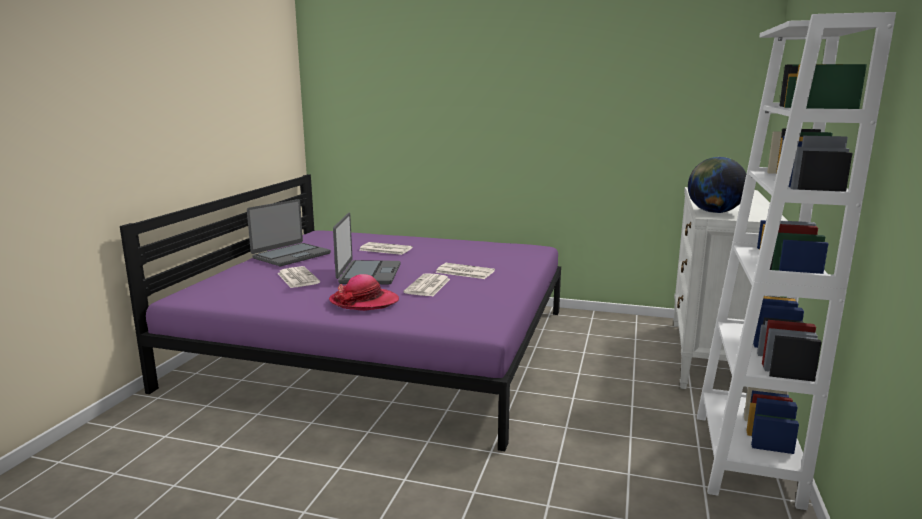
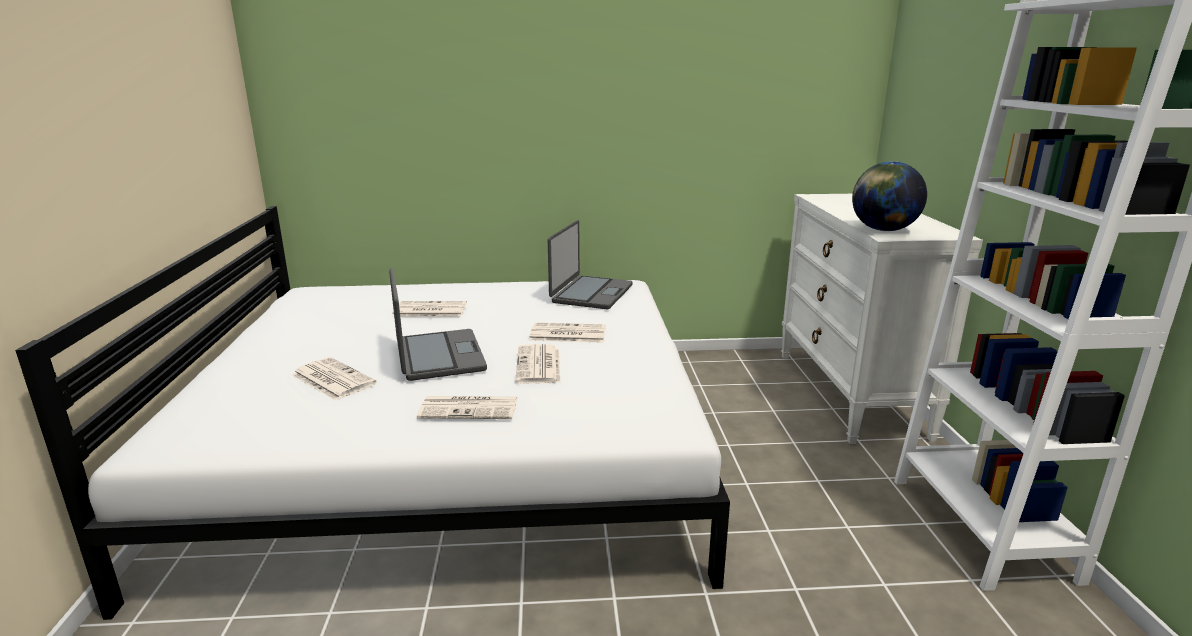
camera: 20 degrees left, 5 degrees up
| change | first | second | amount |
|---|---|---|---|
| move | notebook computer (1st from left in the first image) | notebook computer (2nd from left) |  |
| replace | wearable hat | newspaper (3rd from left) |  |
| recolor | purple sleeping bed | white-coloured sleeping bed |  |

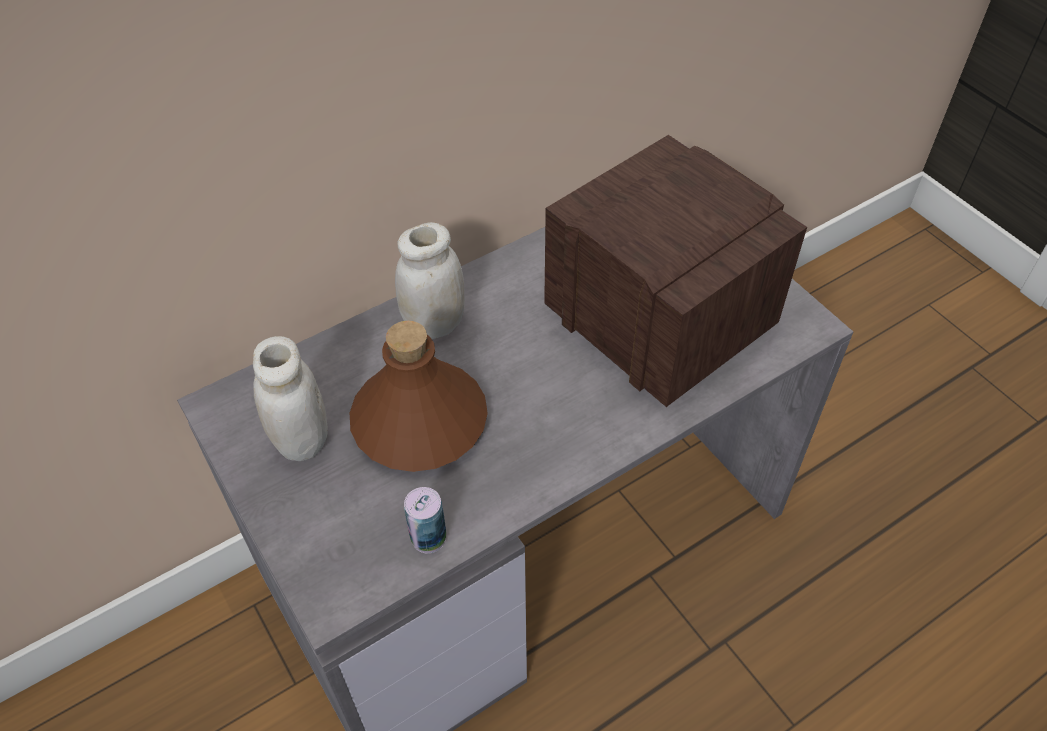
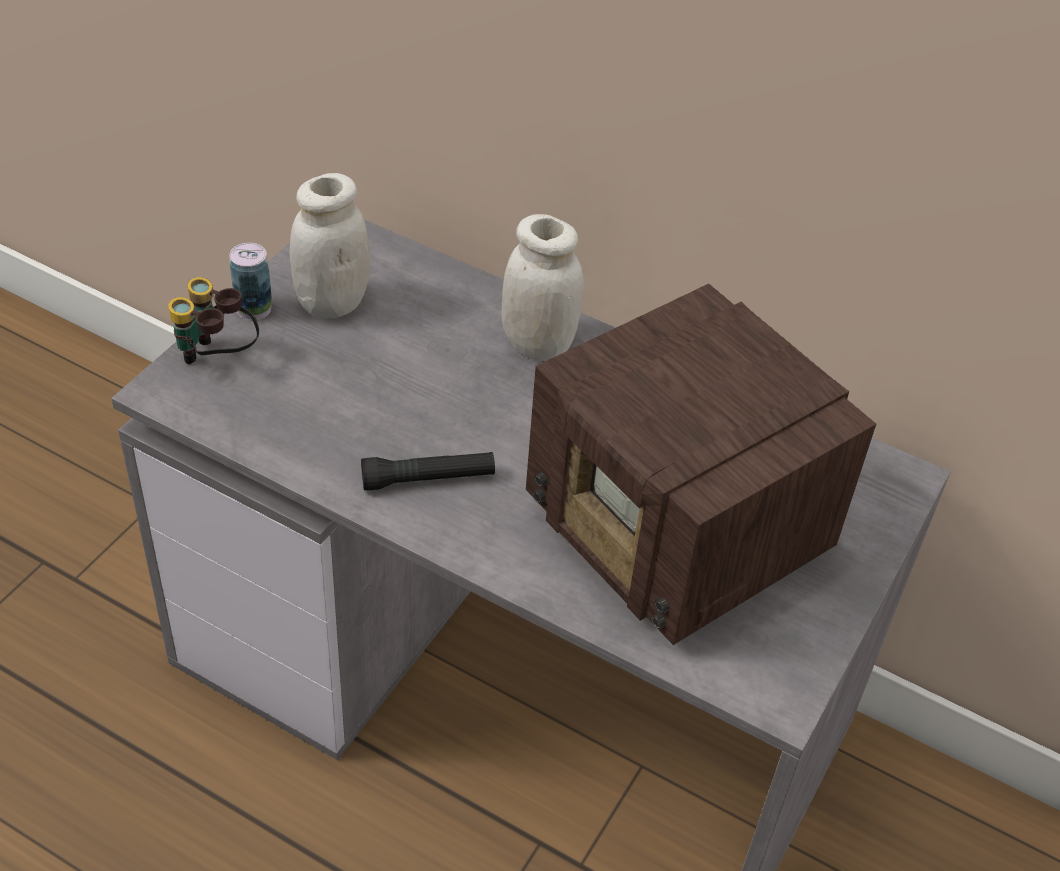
camera: 60 degrees right, 5 degrees down
| change | first | second | amount |
|---|---|---|---|
| delete | brown bottle |  |  |
| insert |  | pair of binoculars |  |
| insert |  | black-coloured torch |  |
| move | can |  |  |
| rotate | radio receiver |  | 120 degrees clockwise |

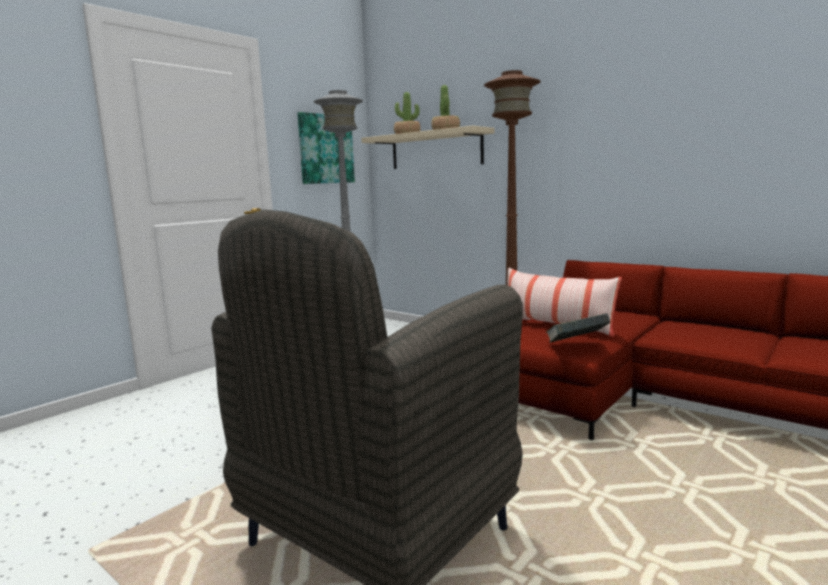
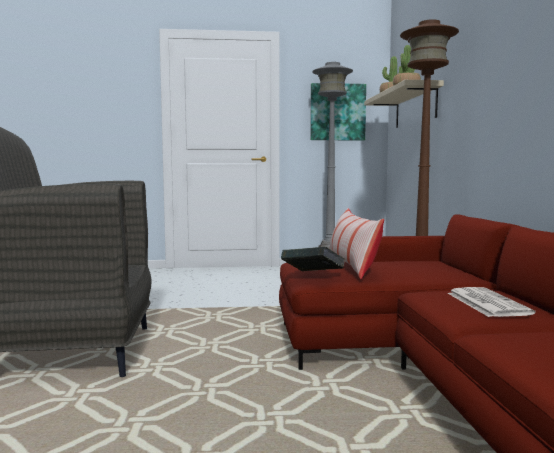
camera: 45 degrees right, 5 degrees down
| change | first | second | amount |
|---|---|---|---|
| insert |  | newspaper |  |

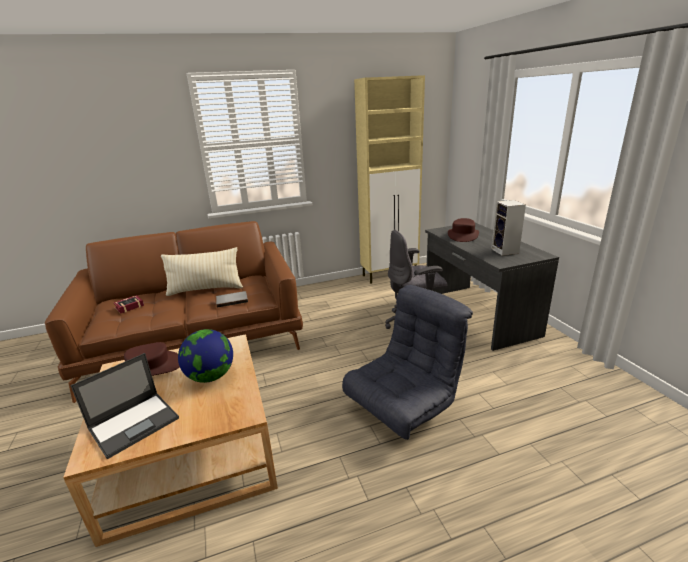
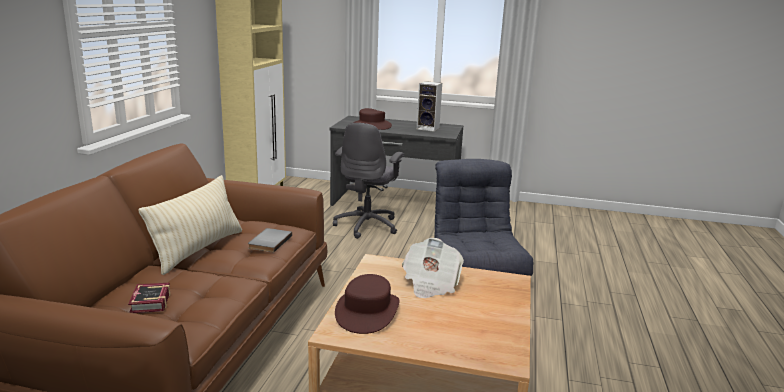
camera: 60 degrees left, 5 degrees down
| change | first | second | amount |
|---|---|---|---|
| delete | notebook computer |  |  |
| replace | desk globe | newspaper |  |

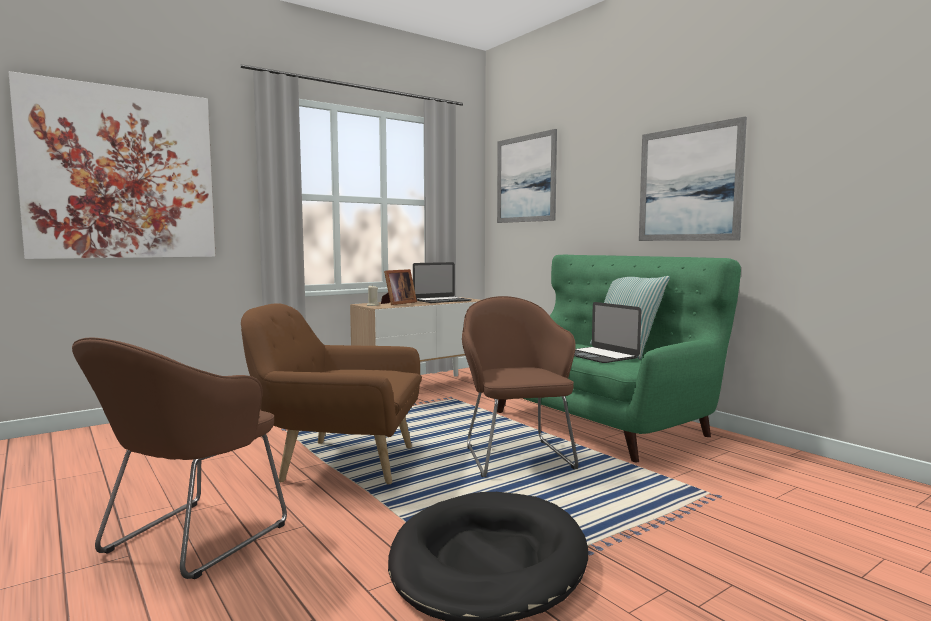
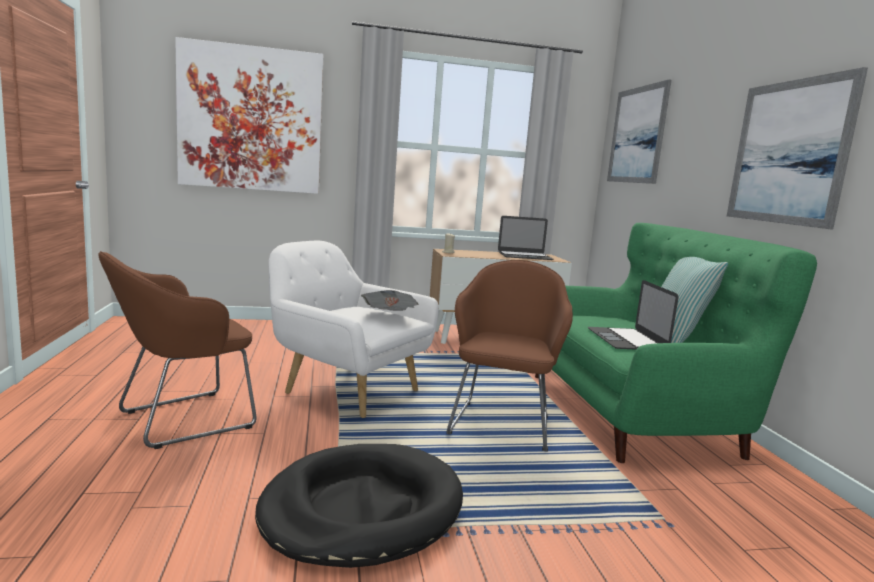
camera: 25 degrees right, 5 degrees up
| change | first | second | amount |
|---|---|---|---|
| delete | standing frame |  |  |
| insert |  | newspaper |  |
| recolor | brown armchair (2nd from left) | white-coloured armchair |  |

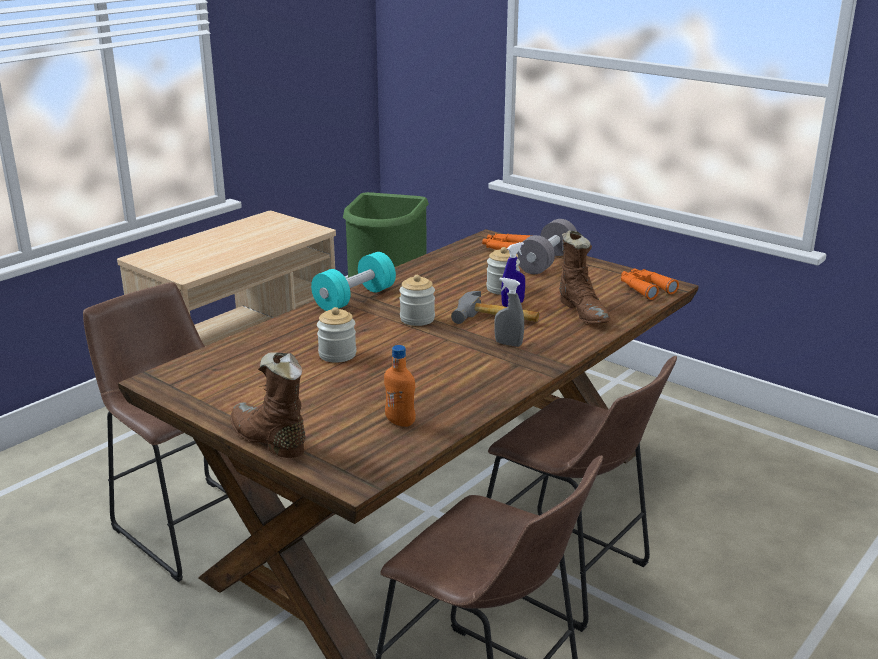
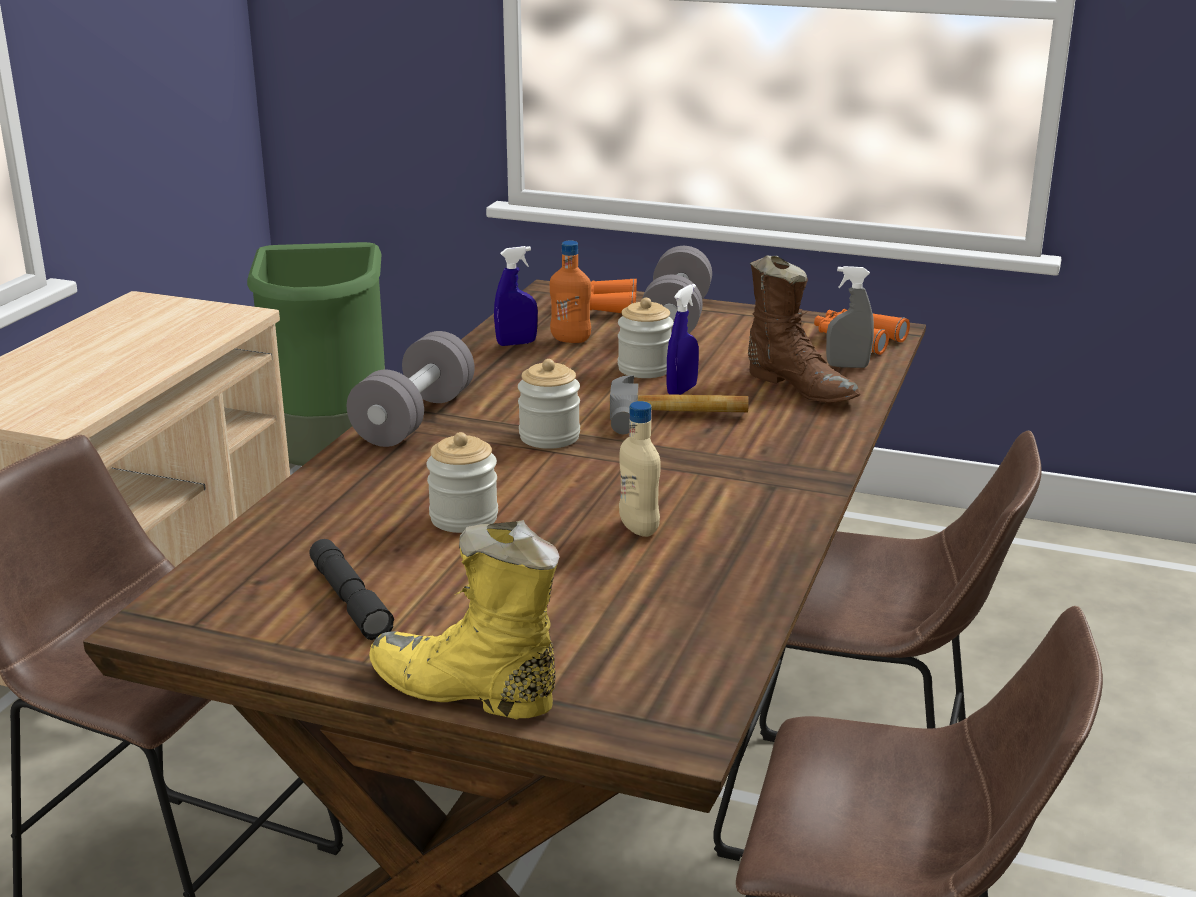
camera: 20 degrees left, 0 degrees up
| change | first | second | amount |
|---|---|---|---|
| insert |  | gray torch |  |
| insert |  | blue-coloured spray bottle (1st from left) |  |
| insert |  | beige-coloured bottle |  |
| move | orange-coloured bottle |  |  |
| move | gray spray bottle |  |  |
| recolor | brown tall boot (1st from left) | yellowish tall boot |  |
| recolor | blue-green free weight | gray free weight (1st from left) |  |

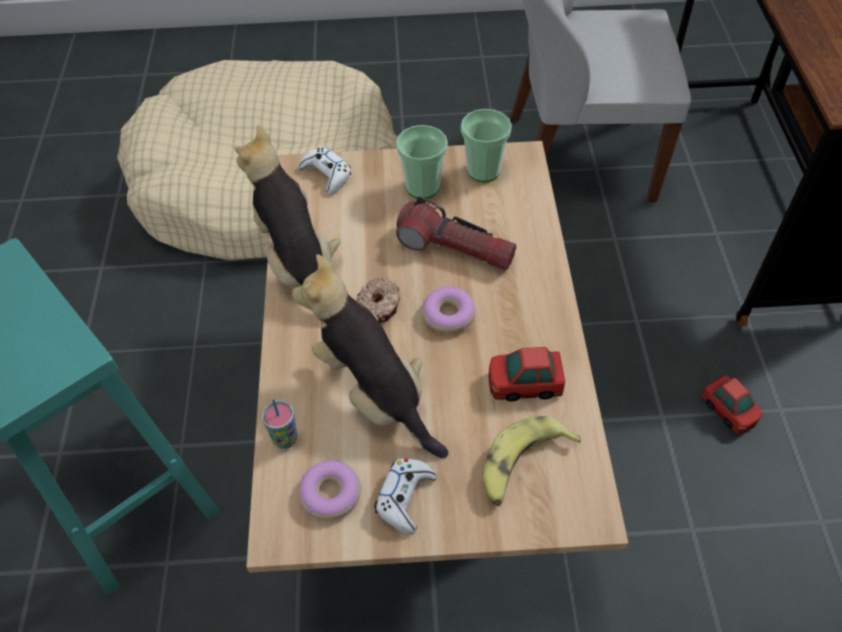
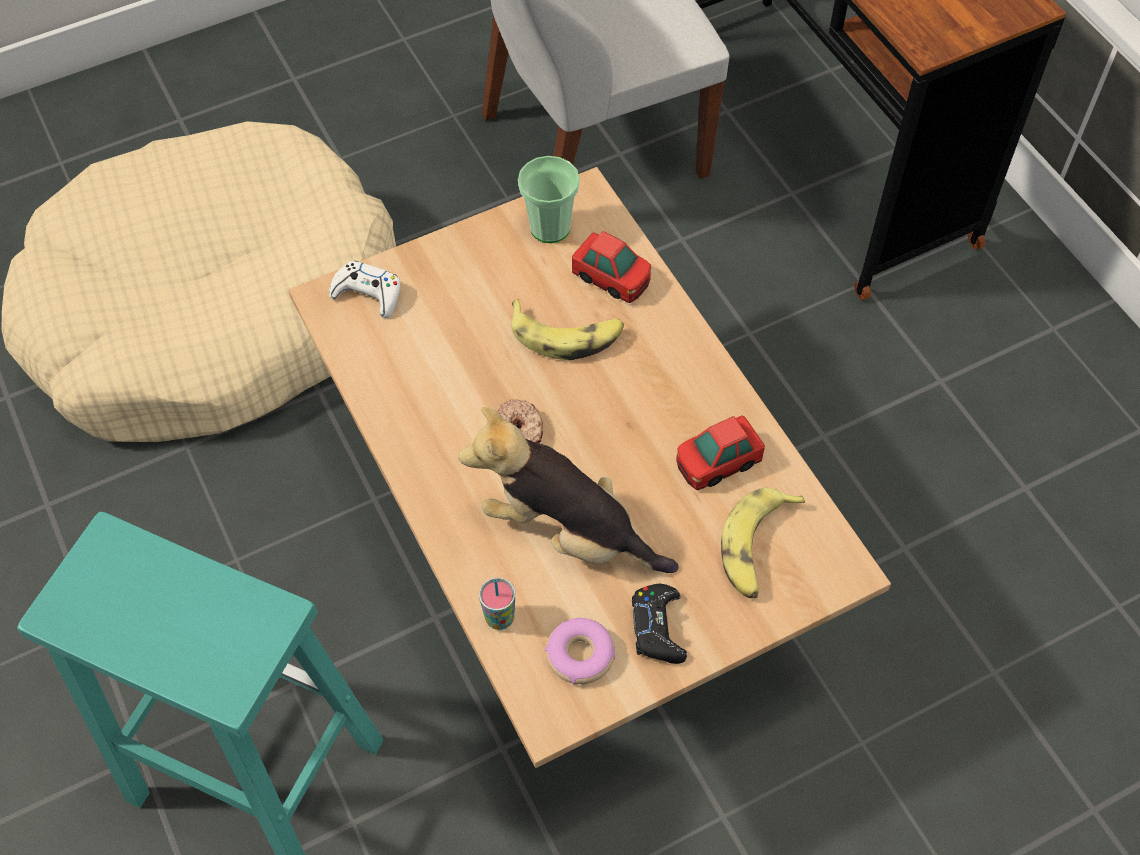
camera: 25 degrees left, 5 degrees up
| change | first | second | amount |
|---|---|---|---|
| delete | plush toy (1st from left) |  |  |
| delete | cup (2nd from left) |  |  |
| delete | donut (3rd from left) |  |  |
| move | toy car (2nd from left in the first image) | toy car (1st from left) |  |
| replace | torch | banana (1st from left) |  |
| recolor | white-coloured gamepad (2nd from left) | black-coloured gamepad |  |

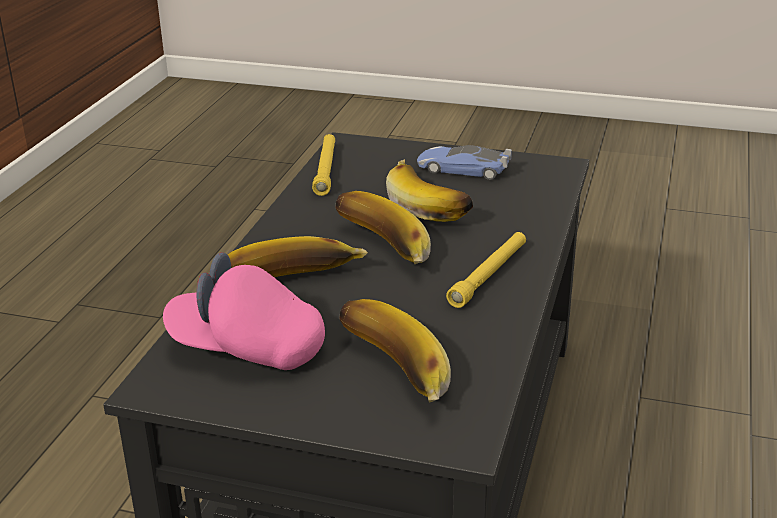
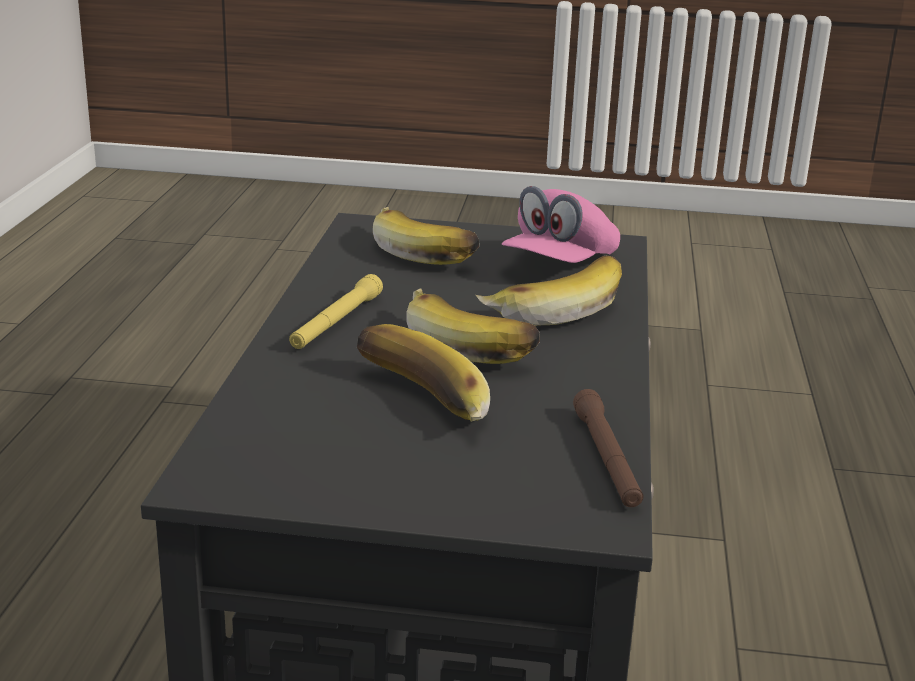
camera: 170 degrees right, 5 degrees down
| change | first | second | amount |
|---|---|---|---|
| delete | toy car |  |  |
| recolor | yellowish torch (1st from left) | brown torch |  |
| rotate | pink-coloured baseball cap |  | 120 degrees clockwise |

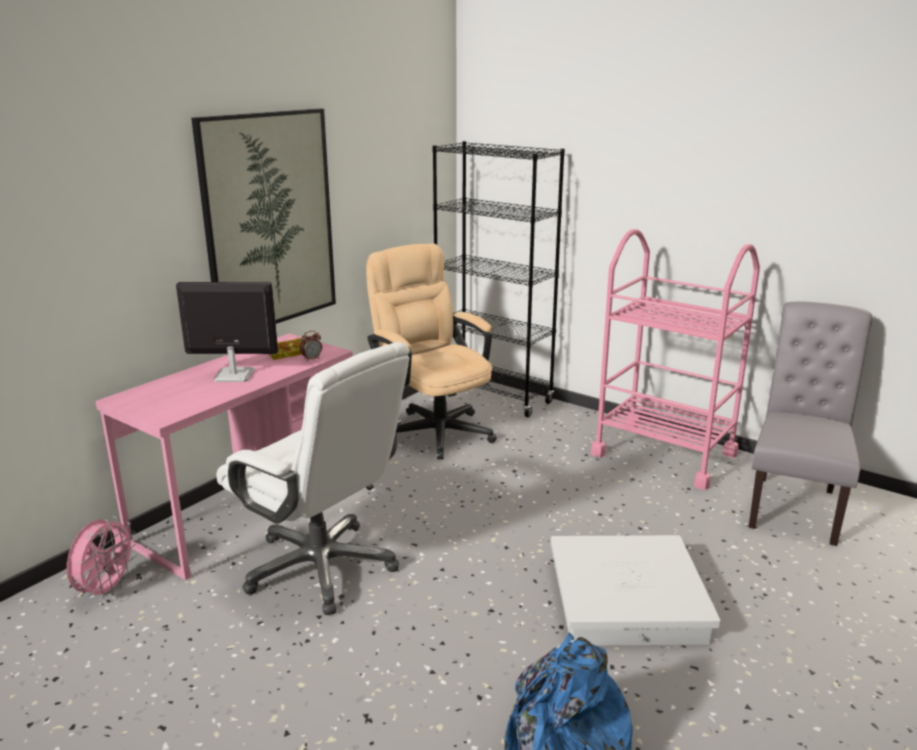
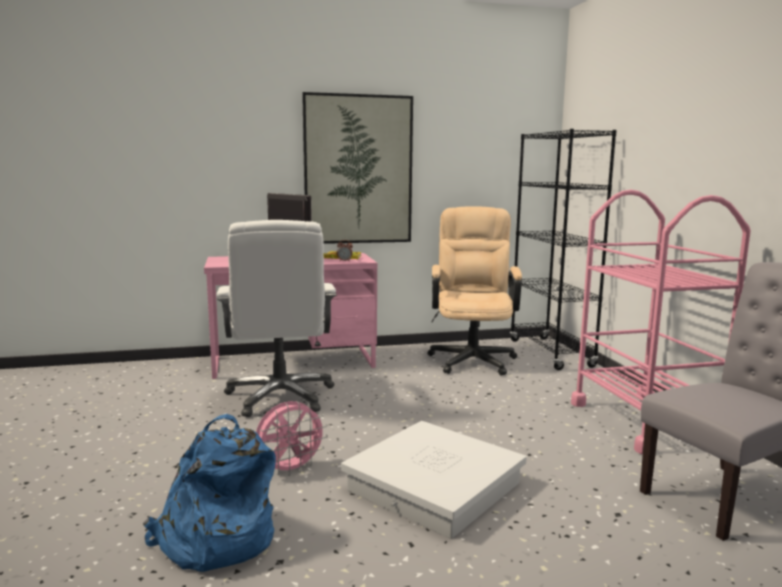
camera: 40 degrees right, 10 degrees down
| change | first | second | amount |
|---|---|---|---|
| move | pink-coloured cooling fan |  |  |

